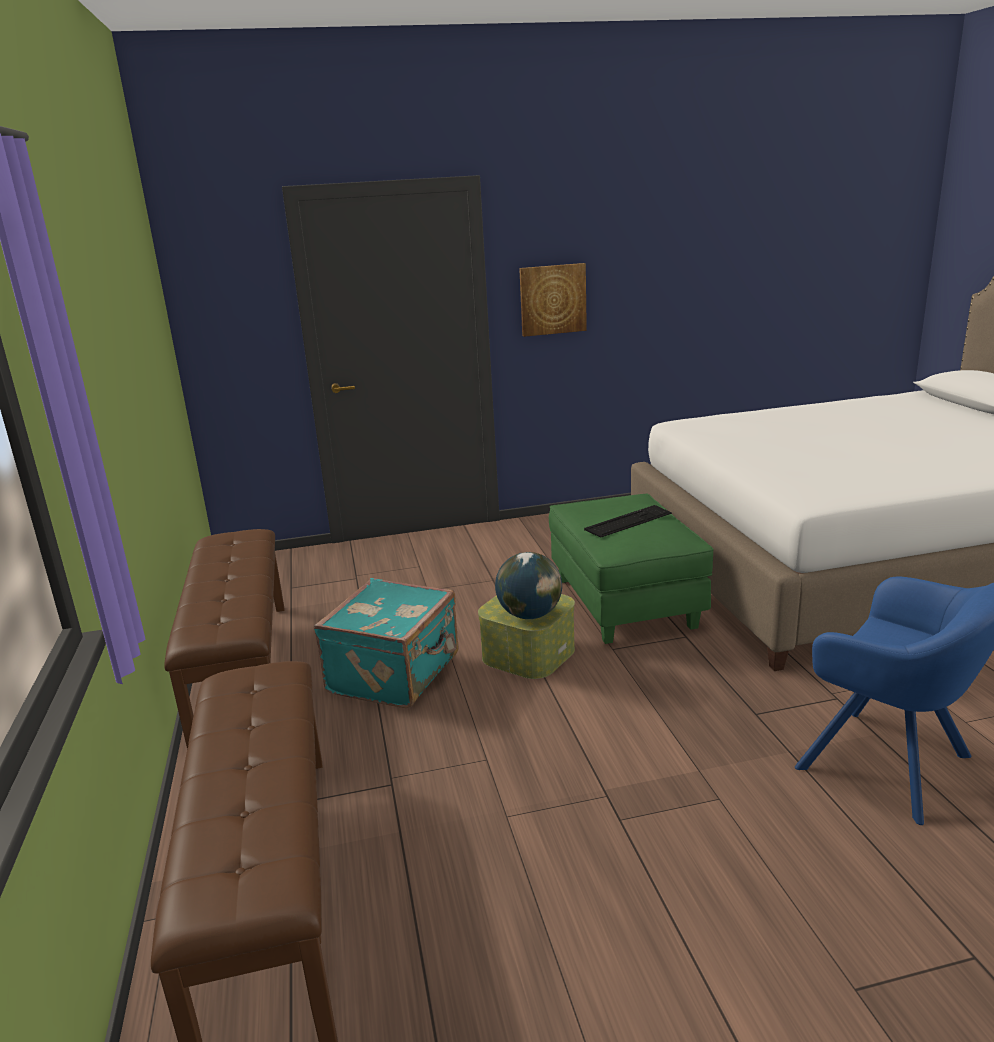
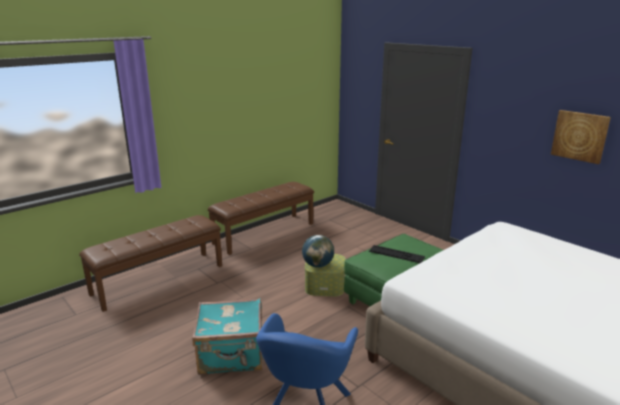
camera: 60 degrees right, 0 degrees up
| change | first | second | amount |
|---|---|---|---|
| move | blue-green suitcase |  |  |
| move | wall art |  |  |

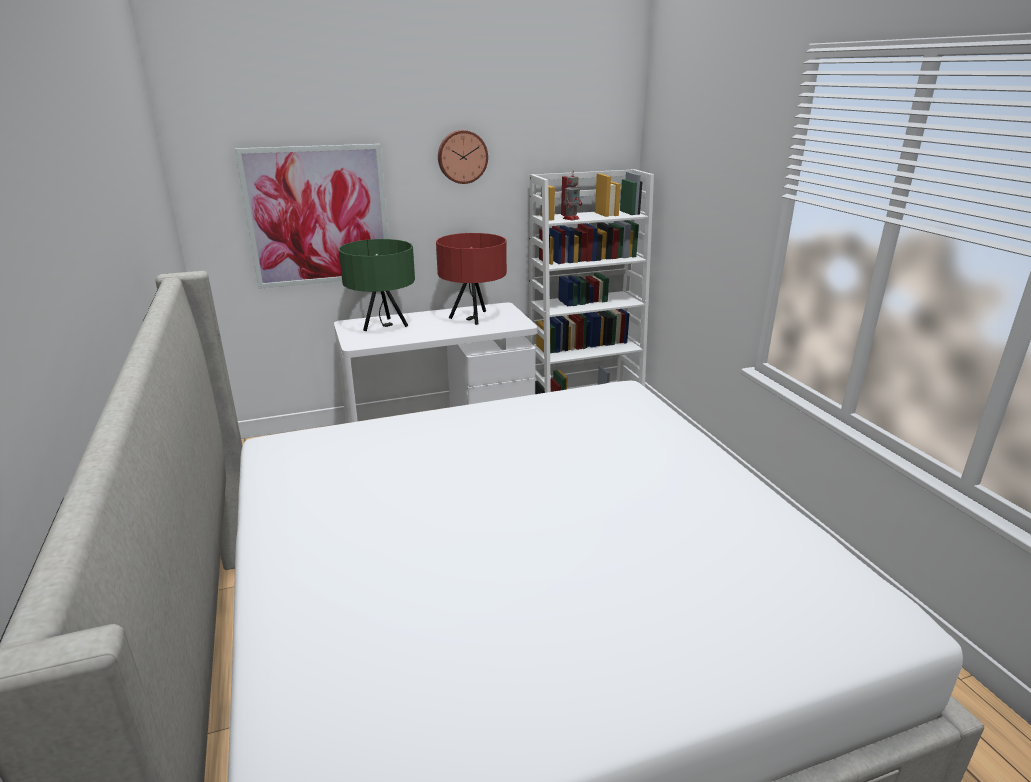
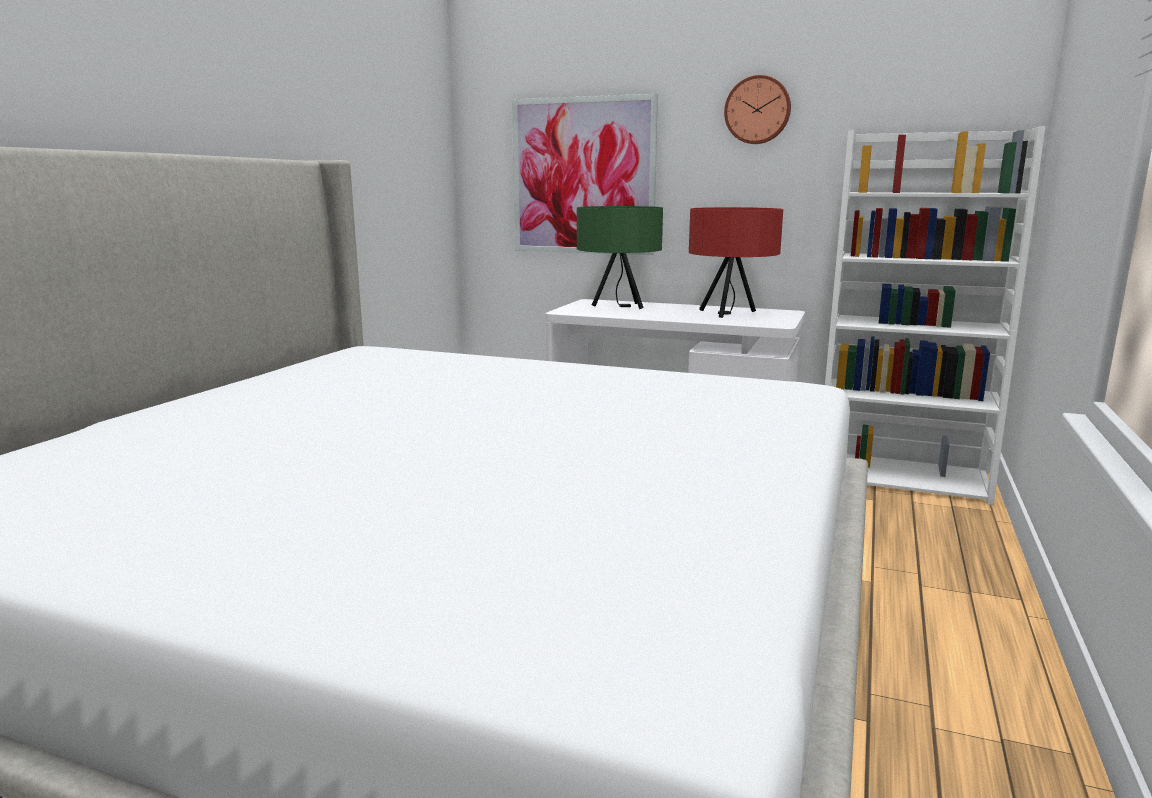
camera: 40 degrees right, 10 degrees down
| change | first | second | amount |
|---|---|---|---|
| delete | toy robot |  |  |

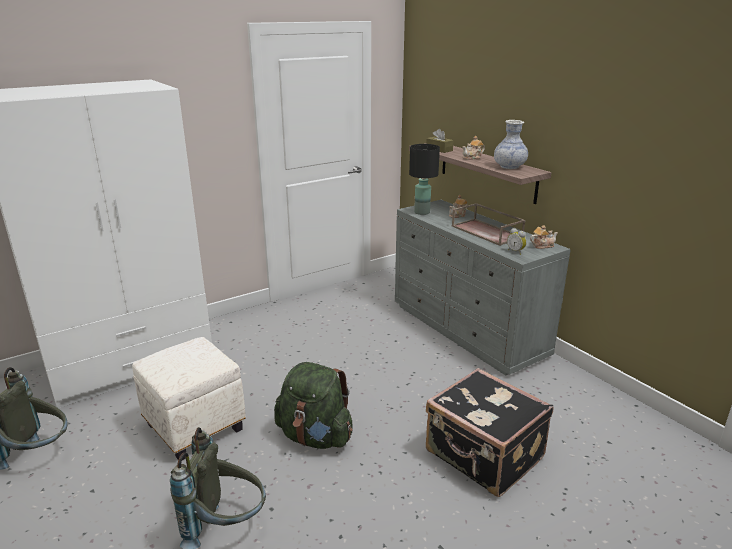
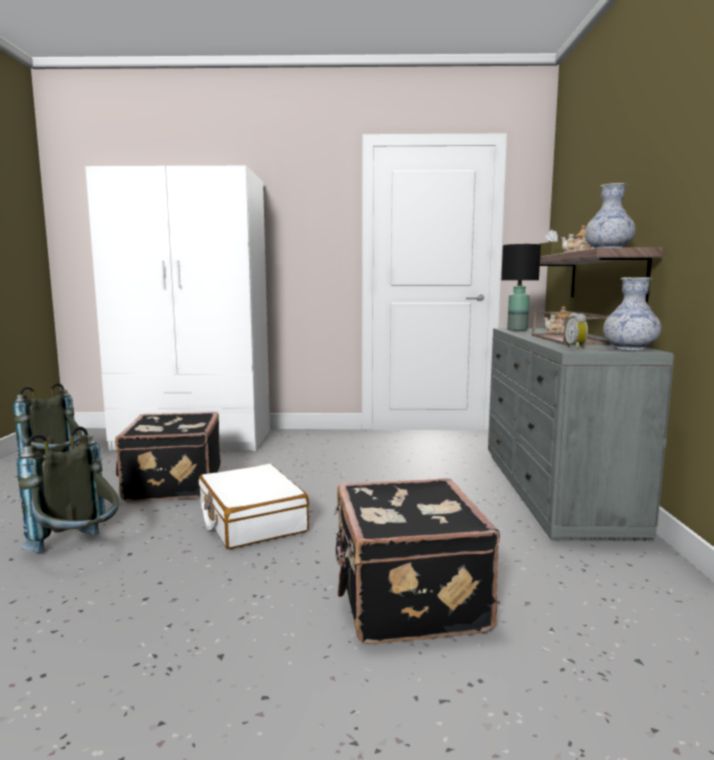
camera: 35 degrees right, 15 degrees down
| change | first | second | amount |
|---|---|---|---|
| replace | white-coloured pouffe | black-coloured suitcase (1st from left) |  |
| replace | green-coloured backpack | white-coloured suitcase |  |
| replace | teapot (3rd from left) | decorative vase (2nd from left) |  |

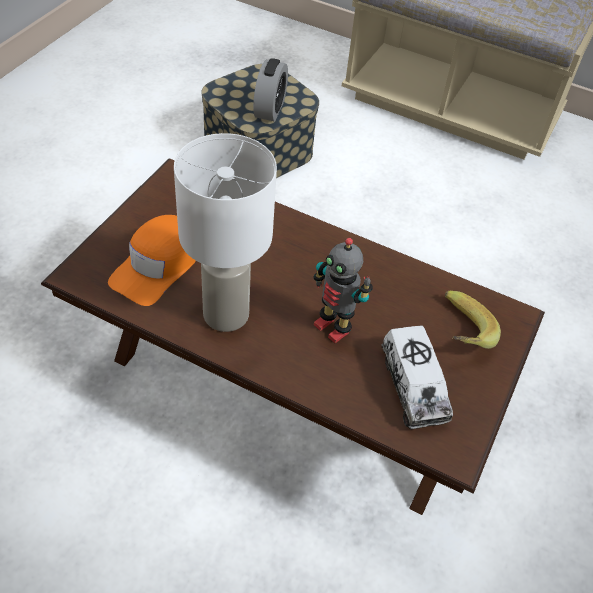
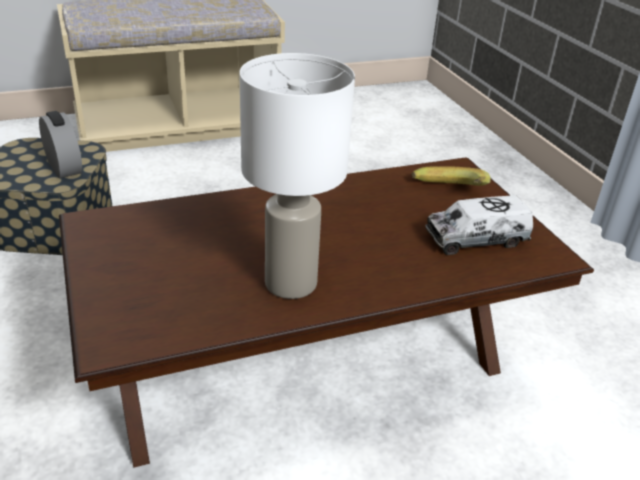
camera: 45 degrees left, 15 degrees down
| change | first | second | amount |
|---|---|---|---|
| delete | orange-coloured baseball cap |  |  |
| delete | toy robot |  |  |
| rotate | toy lorry |  | 135 degrees clockwise |

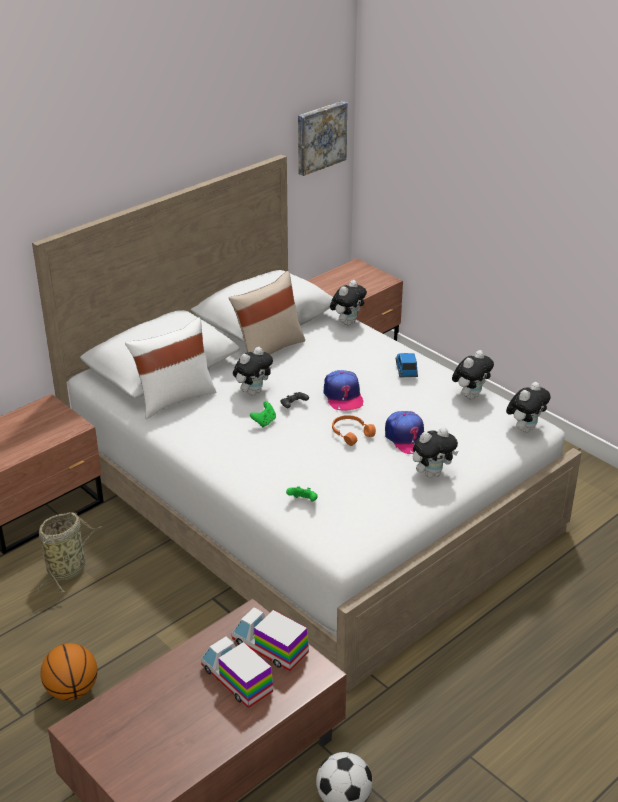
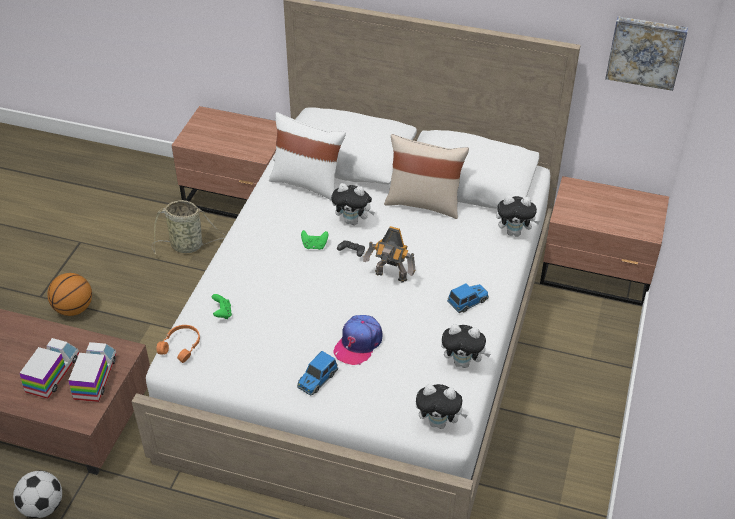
camera: 60 degrees right, 10 degrees up
| change | first | second | amount |
|---|---|---|---|
| move | orange-coloured headphones |  |  |
| replace | baseball cap (1st from left) | toy robot |  |
| replace | plush toy (3rd from left) | toy car (1st from left) |  |

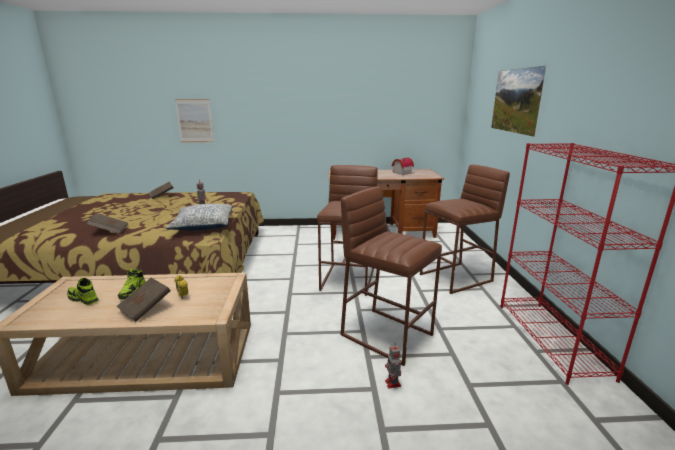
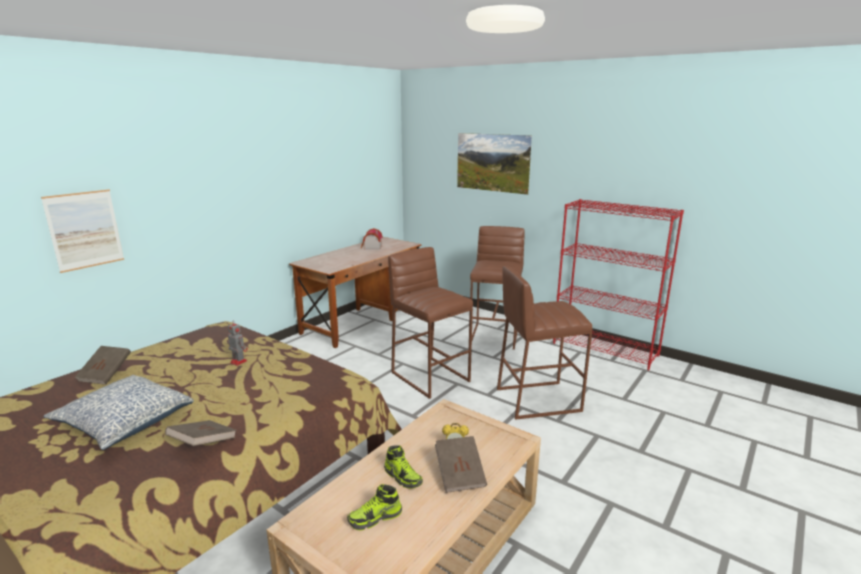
camera: 50 degrees left, 0 degrees up
| change | first | second | amount |
|---|---|---|---|
| delete | toy robot (2nd from left) |  |  |
| move | cushion |  |  |

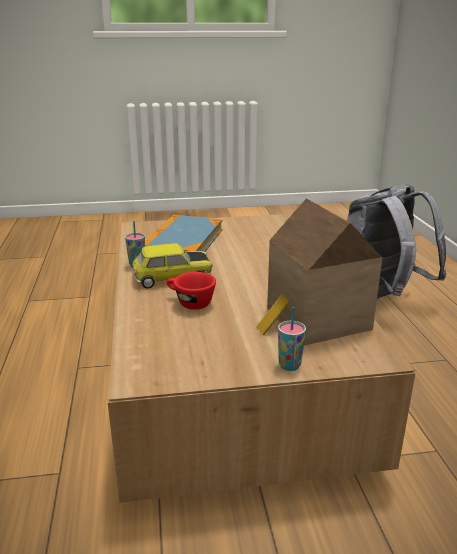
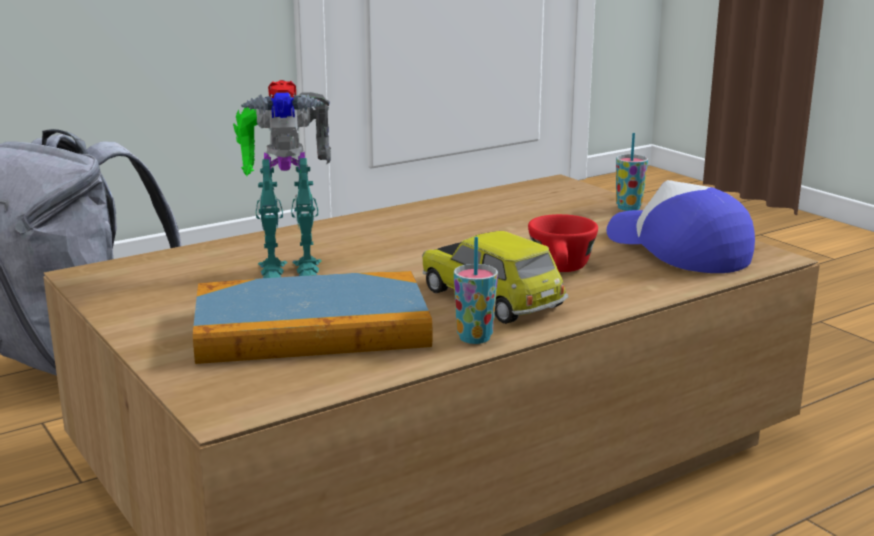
camera: 115 degrees left, 5 degrees down
| change | first | second | amount |
|---|---|---|---|
| delete | model house |  |  |
| insert |  | toy robot |  |
| insert |  | baseball cap |  |

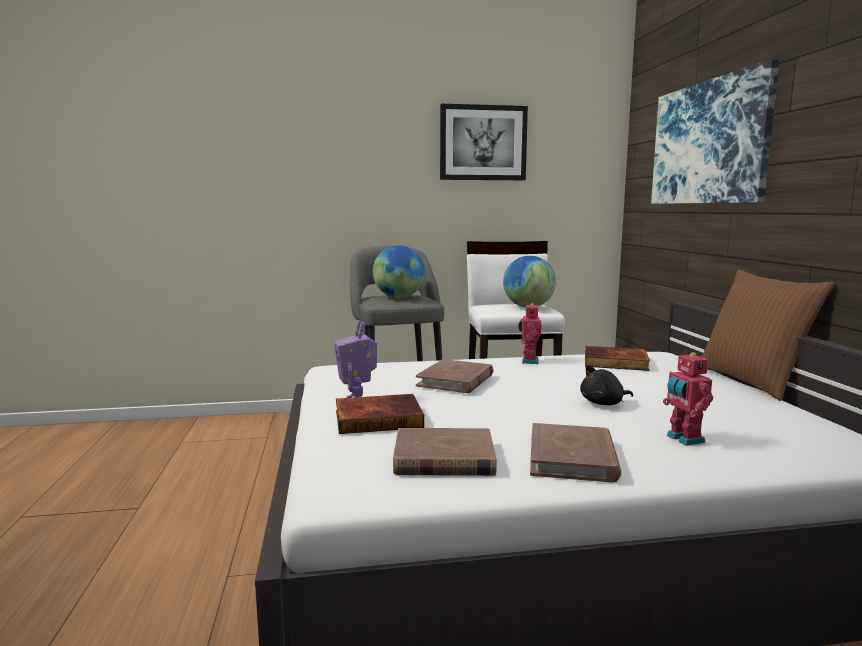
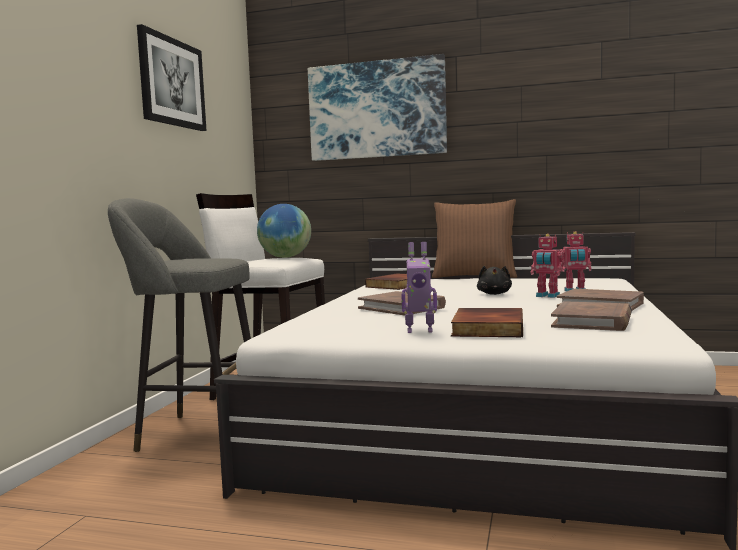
camera: 65 degrees left, 5 degrees down
| change | first | second | amount |
|---|---|---|---|
| delete | desk globe (1st from left) |  |  |
| move | toy robot (2nd from left) |  |  |

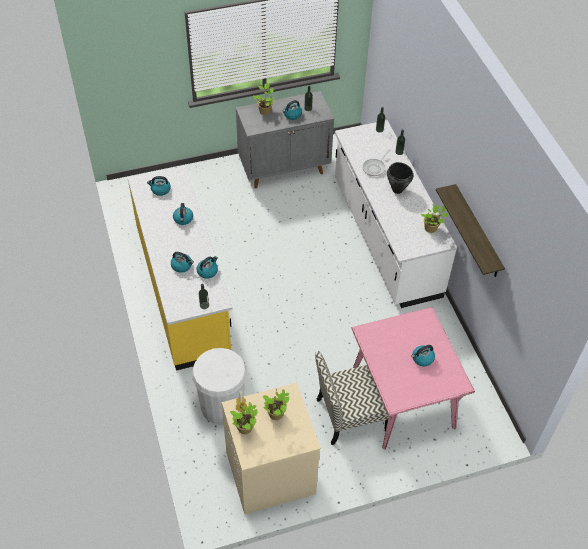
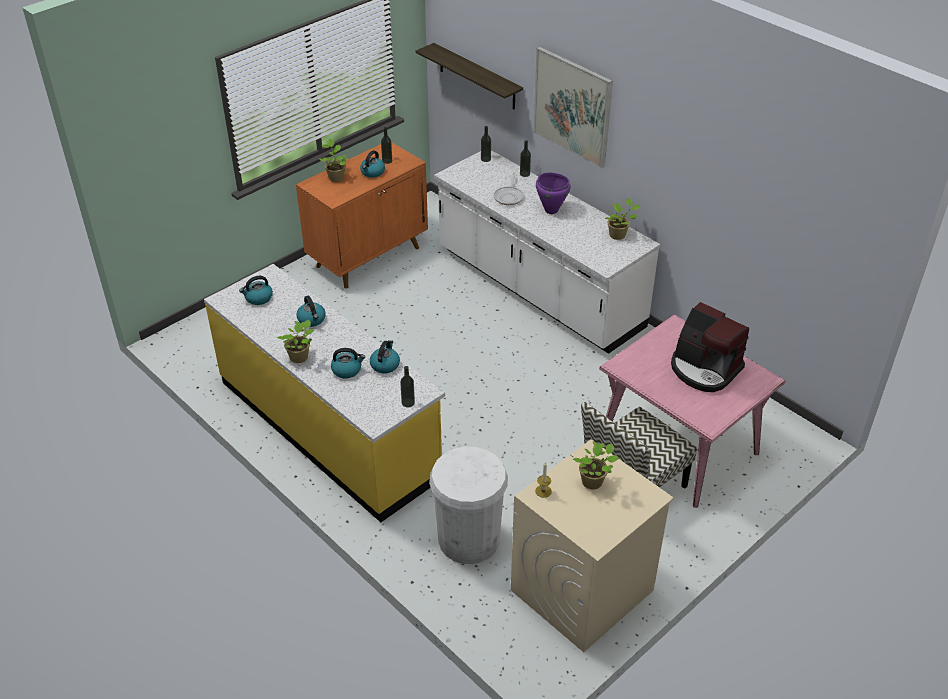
camera: 25 degrees left, 10 degrees down
| change | first | second | amount |
|---|---|---|---|
| insert |  | wall art |  |
| move | potted plant (1st from left) |  |  |
| move | wall shelf |  |  |
| replace | tea kettle (6th from left) | coffee machine |  |
| recolor | gray cabinet | orange-coloured cabinet |  |
| recolor | black-coloured cooking pot | purple cooking pot |  |

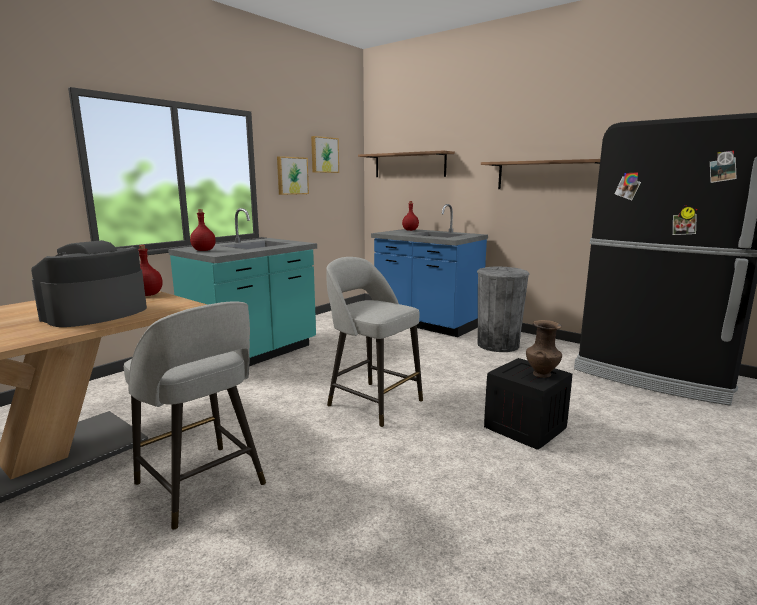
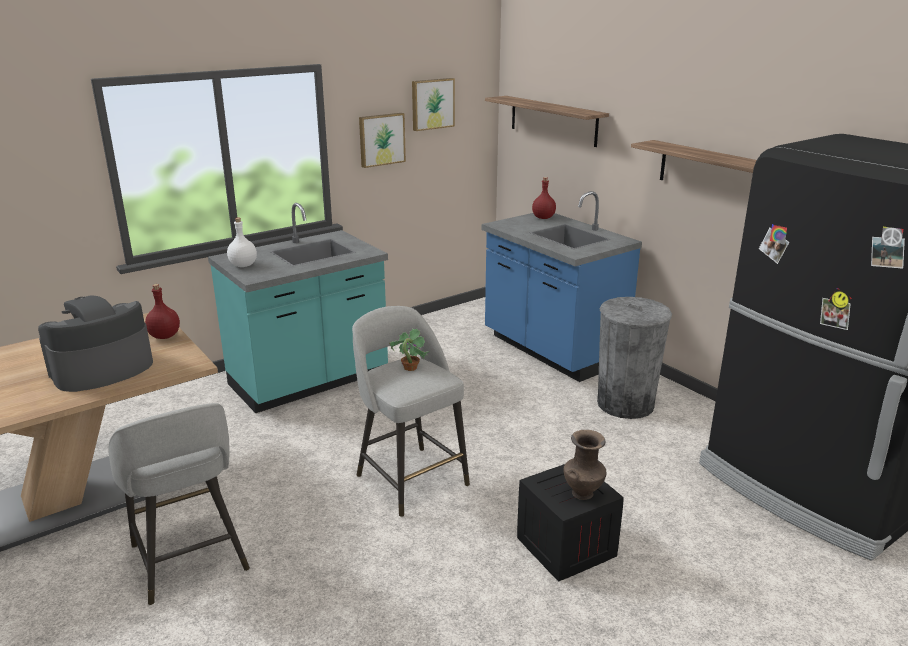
camera: 15 degrees right, 10 degrees up
| change | first | second | amount |
|---|---|---|---|
| insert |  | potted plant |  |
| recolor | reddish bottle (2nd from left) | white-coloured bottle |  |

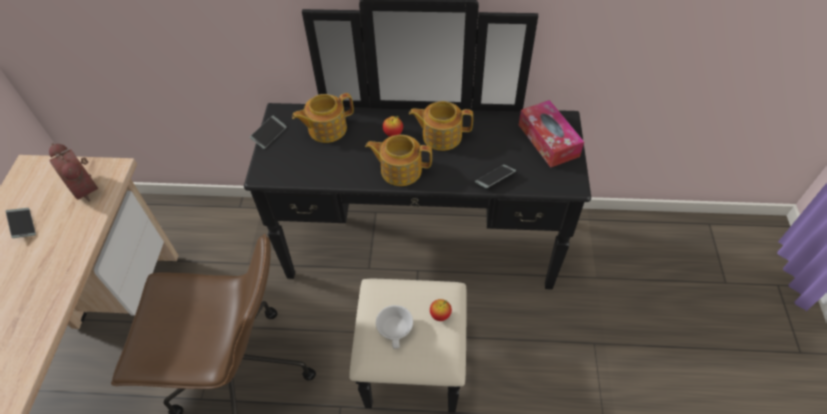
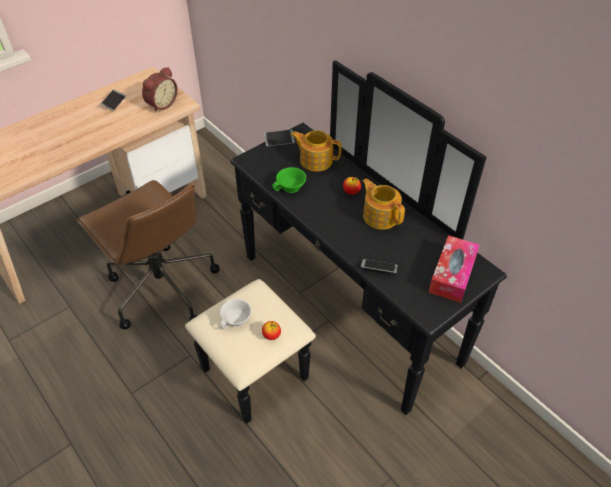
camera: 45 degrees right, 5 degrees down
| change | first | second | amount |
|---|---|---|---|
| delete | teapot (2nd from left) |  |  |
| insert |  | green-coloured cup |  |
| rotate | table clock |  | 150 degrees counterclockwise |

